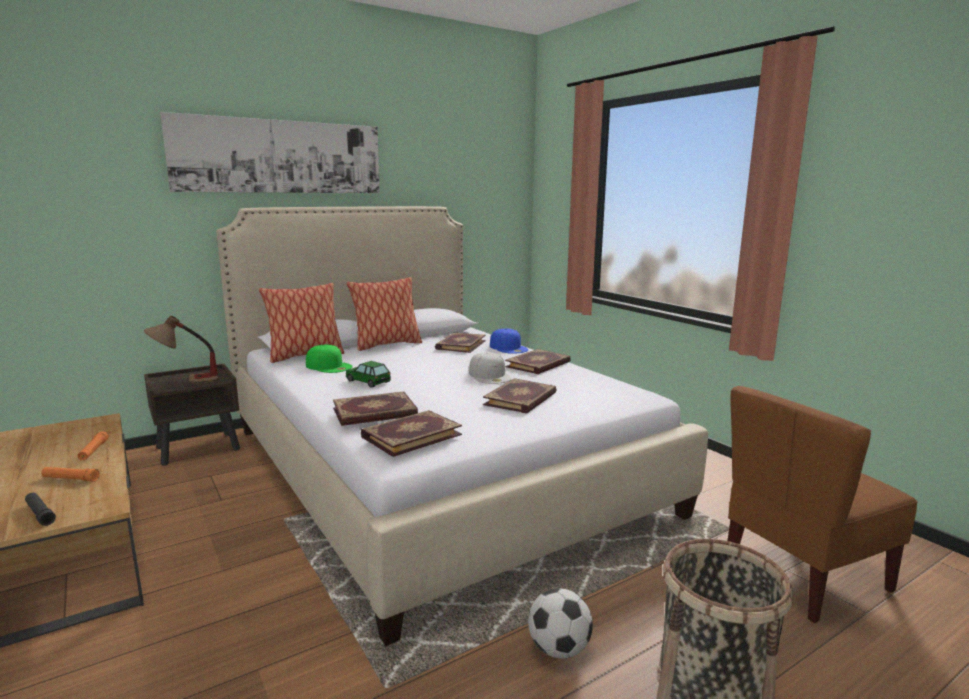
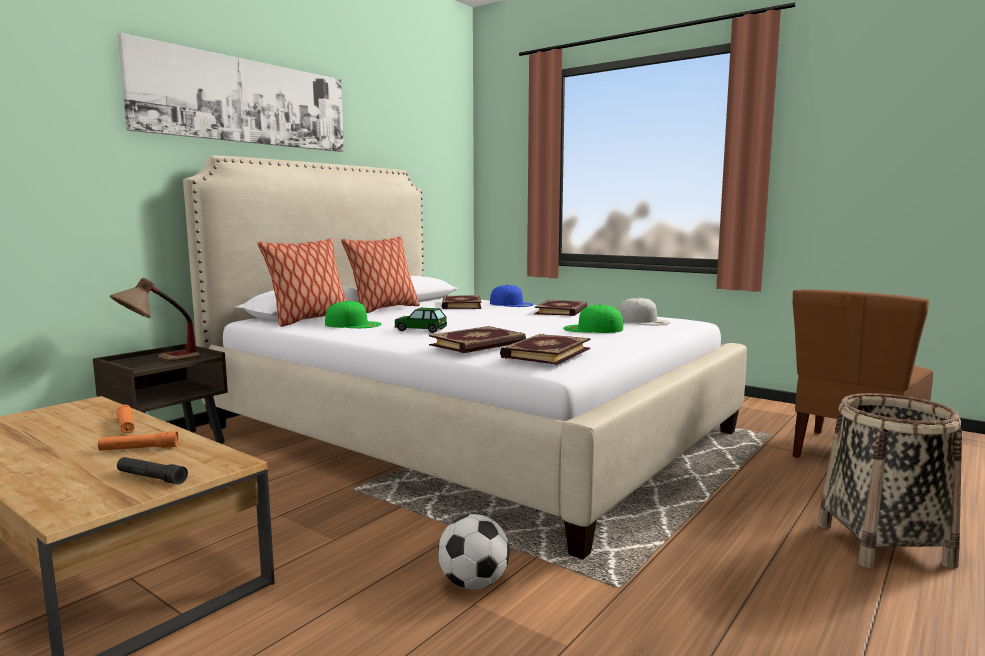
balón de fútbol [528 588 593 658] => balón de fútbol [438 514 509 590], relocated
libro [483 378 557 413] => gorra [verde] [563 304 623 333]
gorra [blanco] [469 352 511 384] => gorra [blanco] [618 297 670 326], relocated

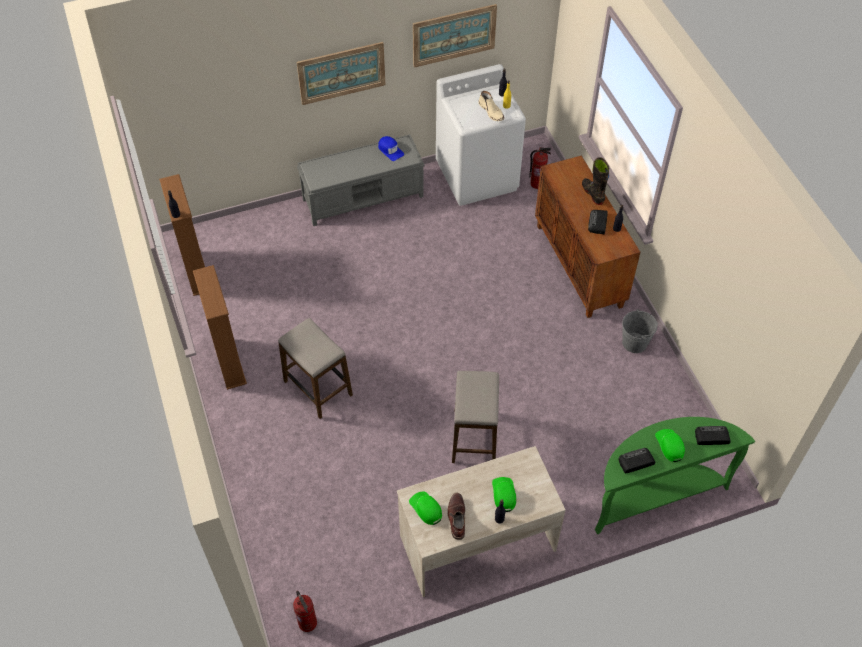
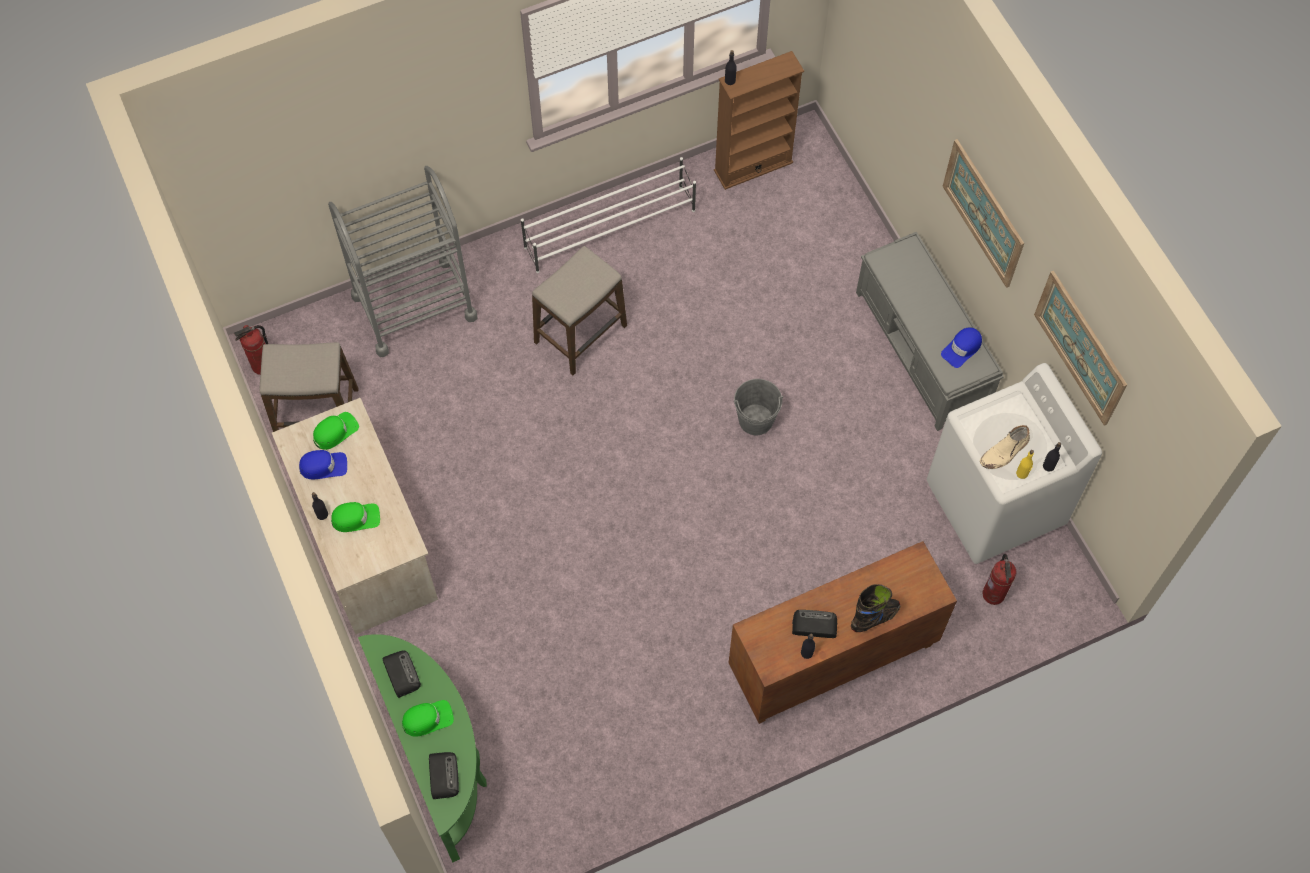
taburete [452 371 499 463] => taburete [259 342 358 432], relocated
bota [marrón] [447 493 465 540] => gorra [azul] [299 450 347 479]
nothing => carrito [gris] [328 166 478 357]
estantería [marrón] [193 265 247 390] => zapatero [blanco] [521 157 696 273]
cubo [gris] [622 309 658 353] => cubo [gris] [734 379 783 435], relocated

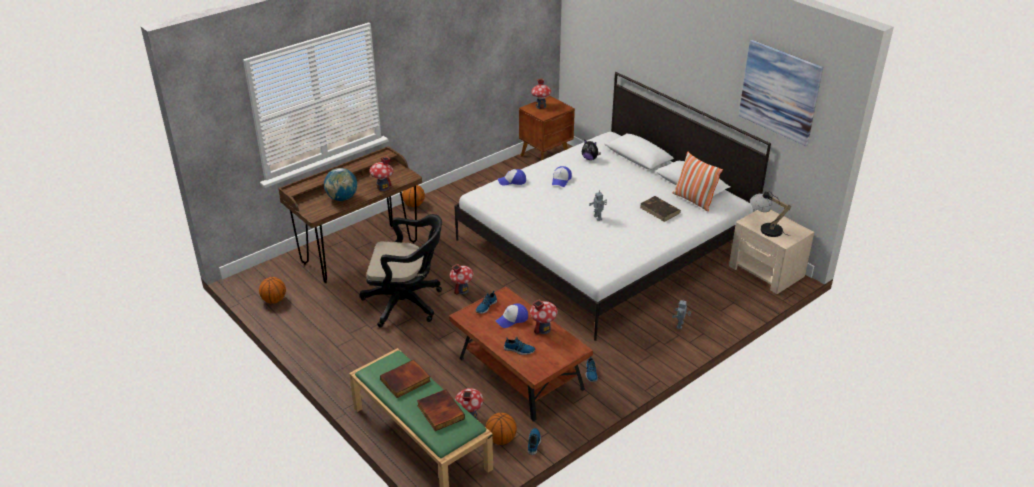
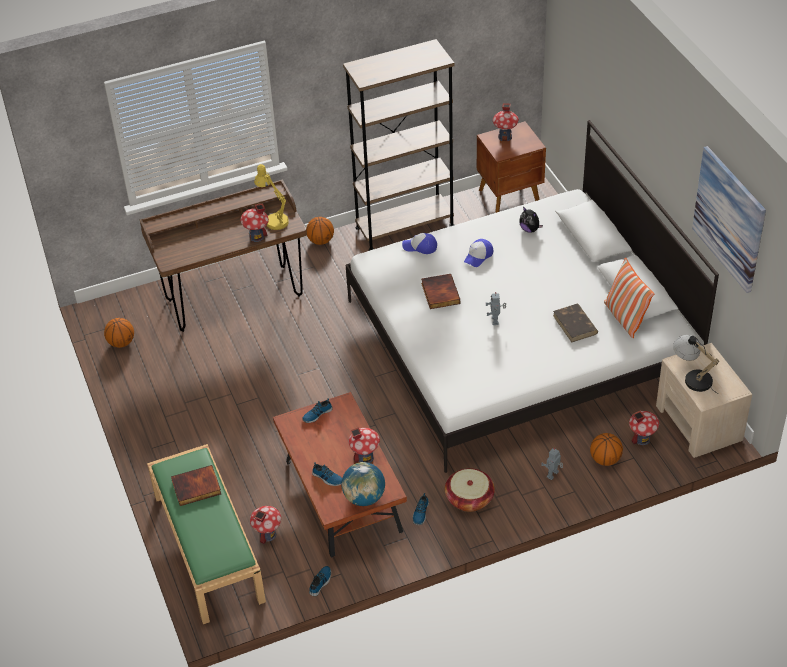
nothing => lámpara de mesa [amarillo] [254 164 289 230]
globo terráqueo [324 168 357 201] => globo terráqueo [341 462 385 506], relocated
nothing => estantería [marrón] [343 39 455 251]
libro [417 389 465 431] => libro [421 274 460 309], relocated
nothing => cesta [445 468 495 512]
balón de baloncesto [486 413 517 445] => balón de baloncesto [590 433 623 466], relocated
casita [450 264 474 295] => casita [629 410 659 445], relocated
silla de oficina [negro] [359 214 442 327] => nothing
gorra [496 303 528 328] => nothing

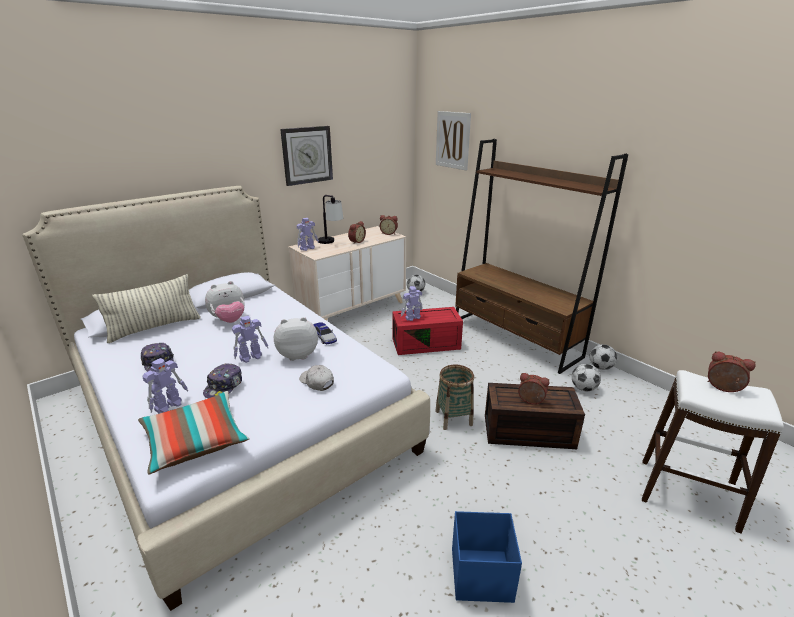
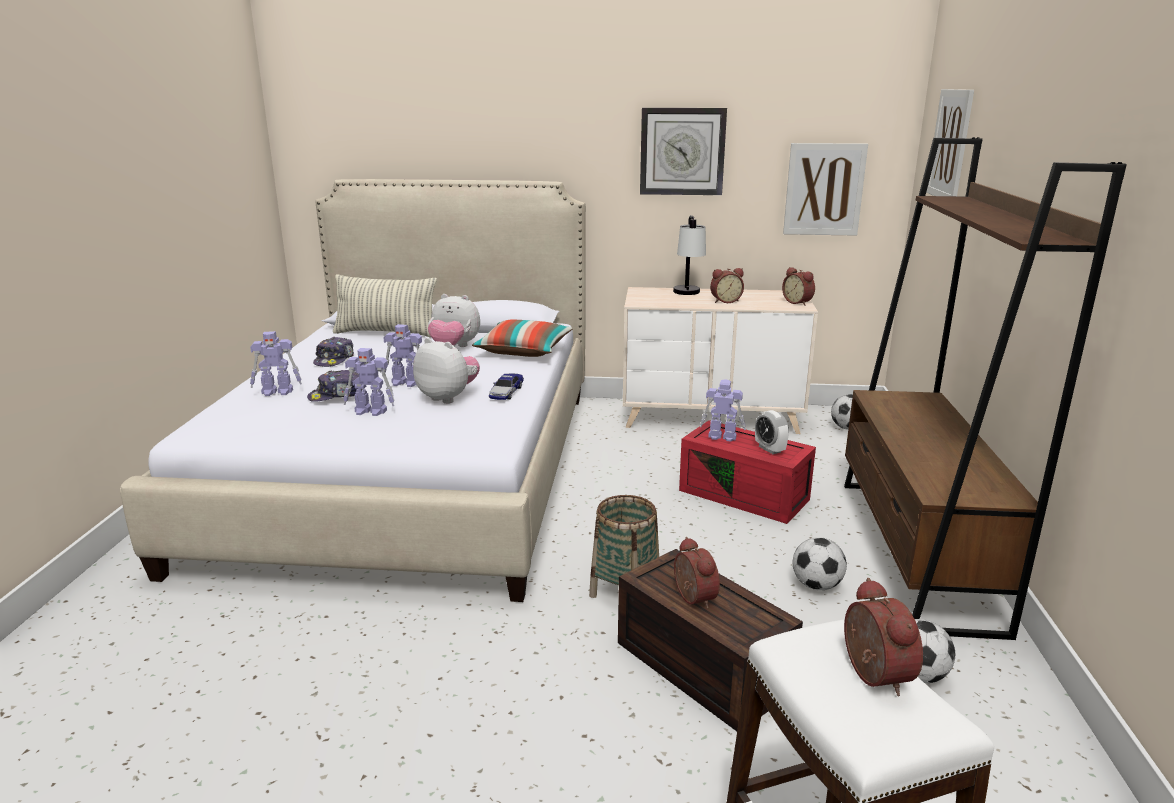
robot de juguete [297 218 319 251] => robot de juguete [343 348 395 416], relocated
cojín [138 391 249 475] => cojín [472 320 573 357], relocated
nothing => despertador [755 410 789 454]
nothing => cuadro [783 143 868 236]
balón de fútbol [589 344 617 370] => balón de fútbol [793 537 847 590], relocated
gorra [blanco] [299 365 334 391] => nothing
caja de almacenaje [azul] [452 511 522 603] => nothing

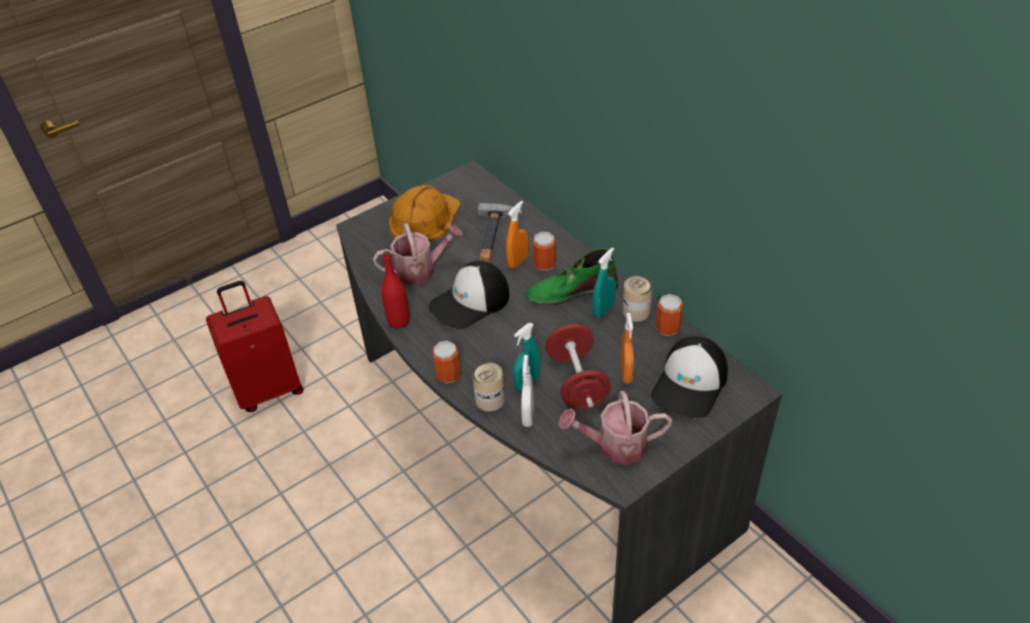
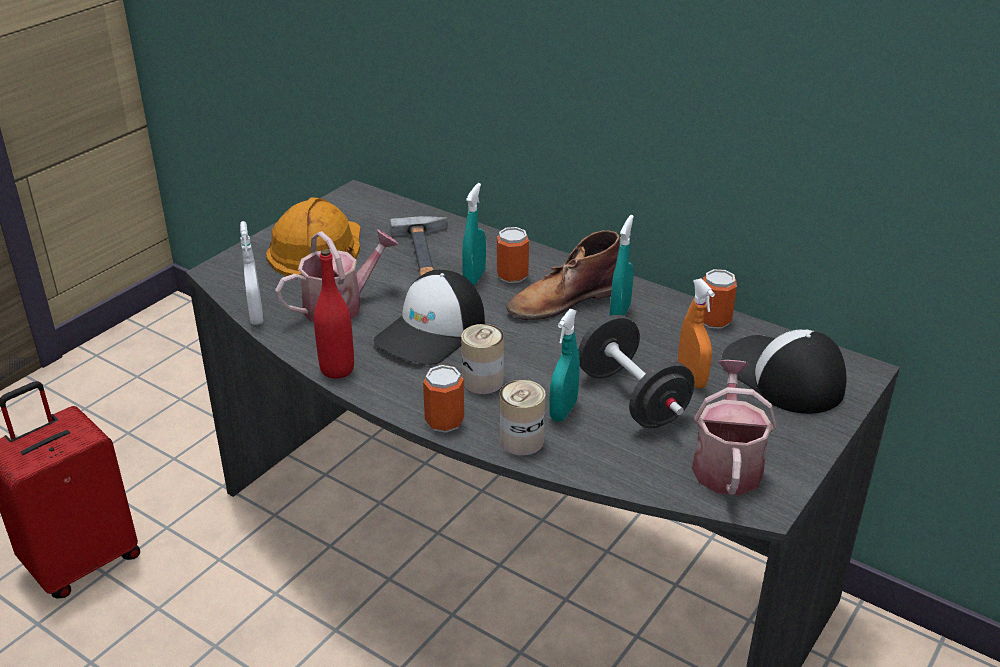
pulverizador [blanco] [521 355 534 427] => pulverizador [blanco] [240 221 263 325], relocated
lata [623 276 652 322] => lata [461 324 504 394], relocated
pulverizador [naranja] [506 201 528 269] => pulverizador [turquesa] [462 183 486 285]
bota [verde] [526 248 618 305] => bota [marrón] [507 230 620 320]
mancuerna [rojo] [546 324 611 409] => mancuerna [negro] [578 315 695 428]
regadera [558 391 672 465] => regadera [692 360 776 495], 120 degrees clockwise
gorra [651 337 728 418] => gorra [721 329 847 414], 135 degrees clockwise

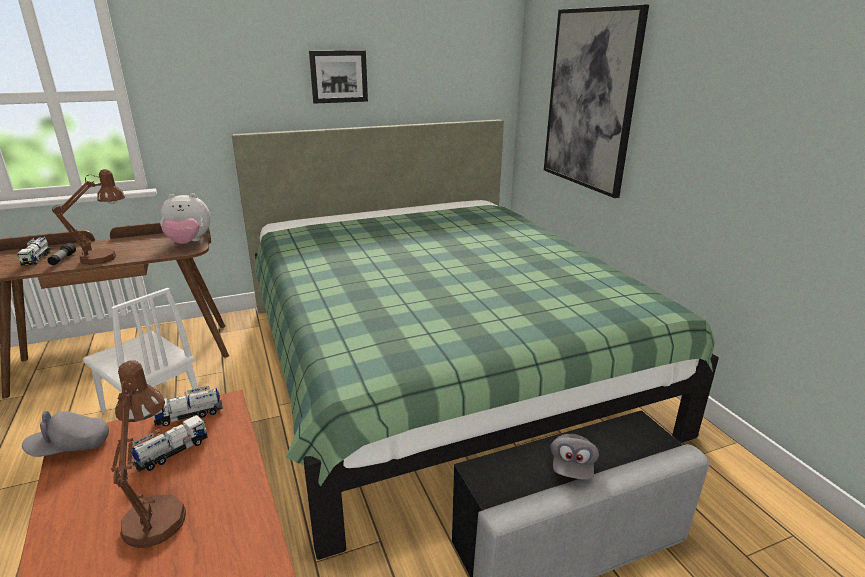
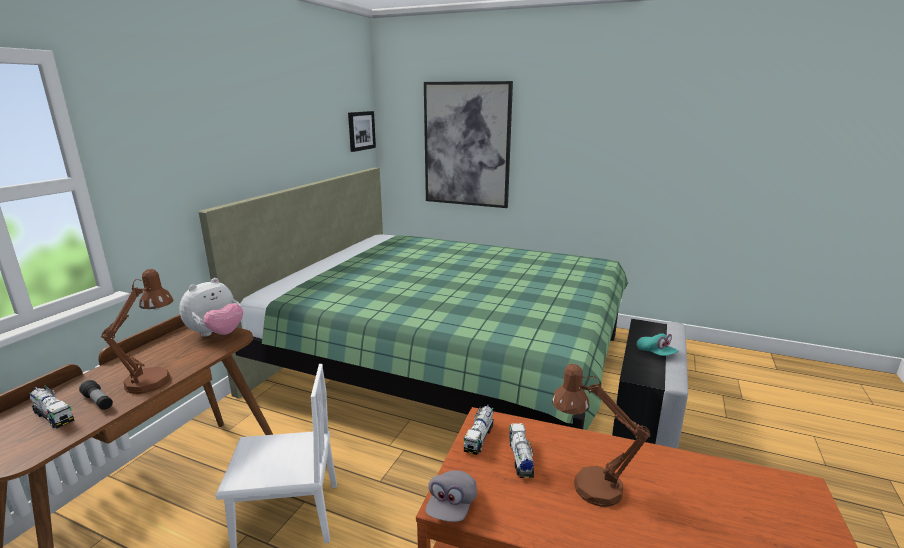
cuadro [309 50 368 104] => cuadro [348 111 376 152], relocated
gorra [gris] [550 434 599 479] => gorra [turquesa] [637 333 678 356]

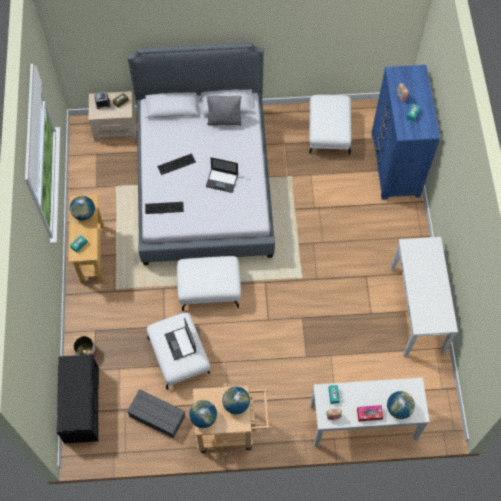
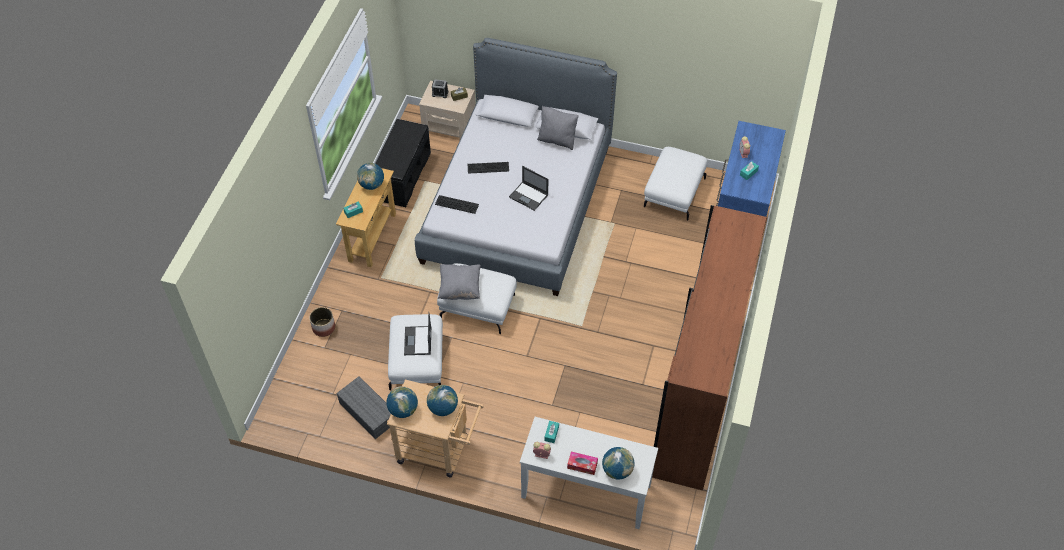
banco [negro] [57 354 99 444] => banco [negro] [375 119 431 207], relocated
nothing => cojín [gris] [438 264 481 300]
mesa consola [blanco] [391 237 458 357] => armario ropero [marrón] [652 205 767 490]

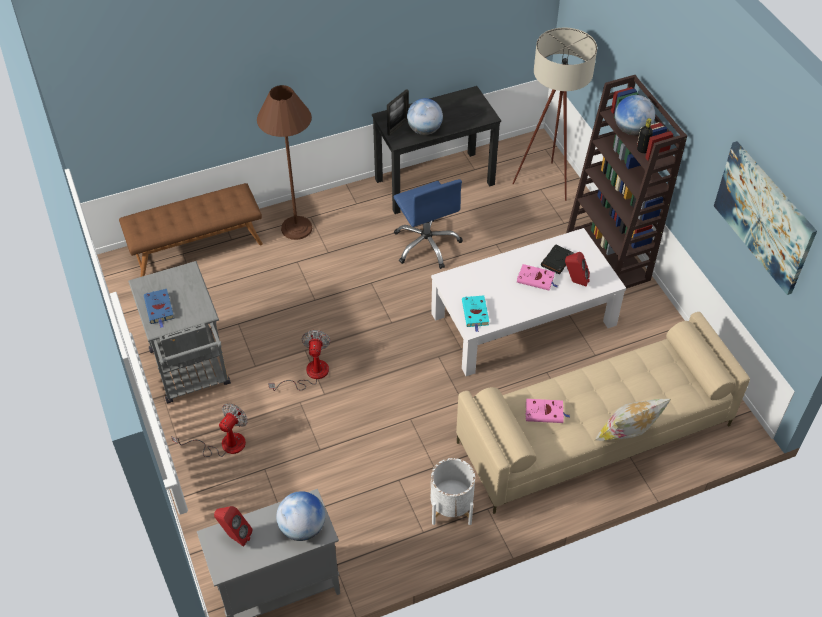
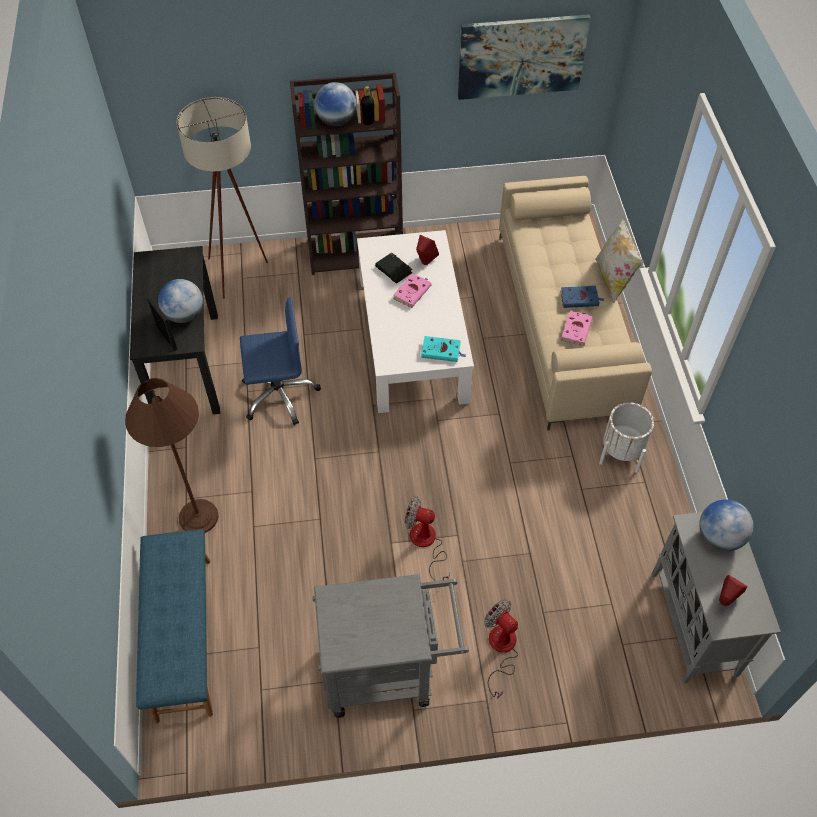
banco [marrón] [119 183 263 277] => banco [azul] [136 529 213 723]
libro [azul] [144 289 174 328] => libro [azul] [561 286 604 308], relocated

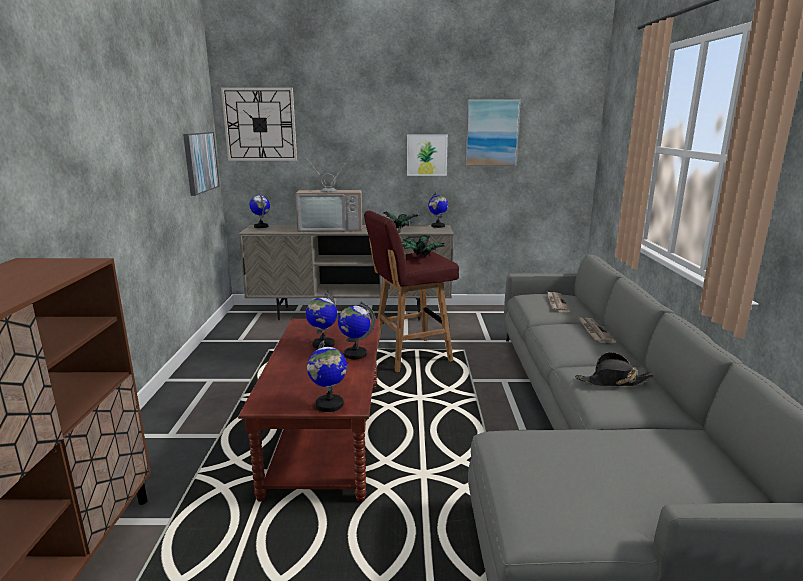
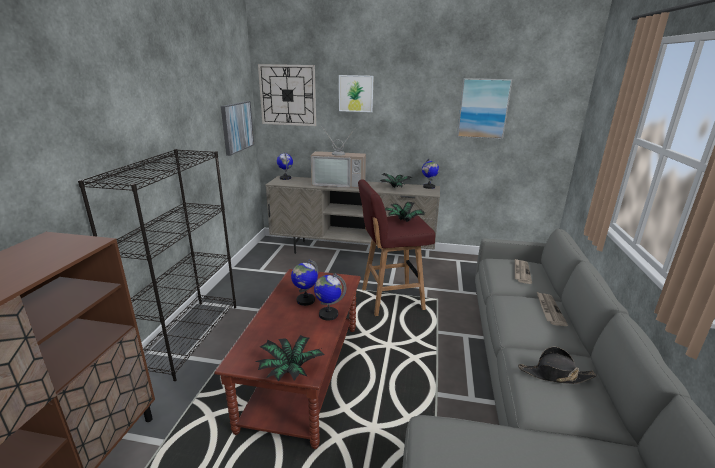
nothing => estantería [negro] [78 149 236 381]
globo terráqueo [307 340 347 412] => planta en maceta [255 335 325 382]
cuadro [407 134 448 176] => cuadro [339 75 374 112], relocated

